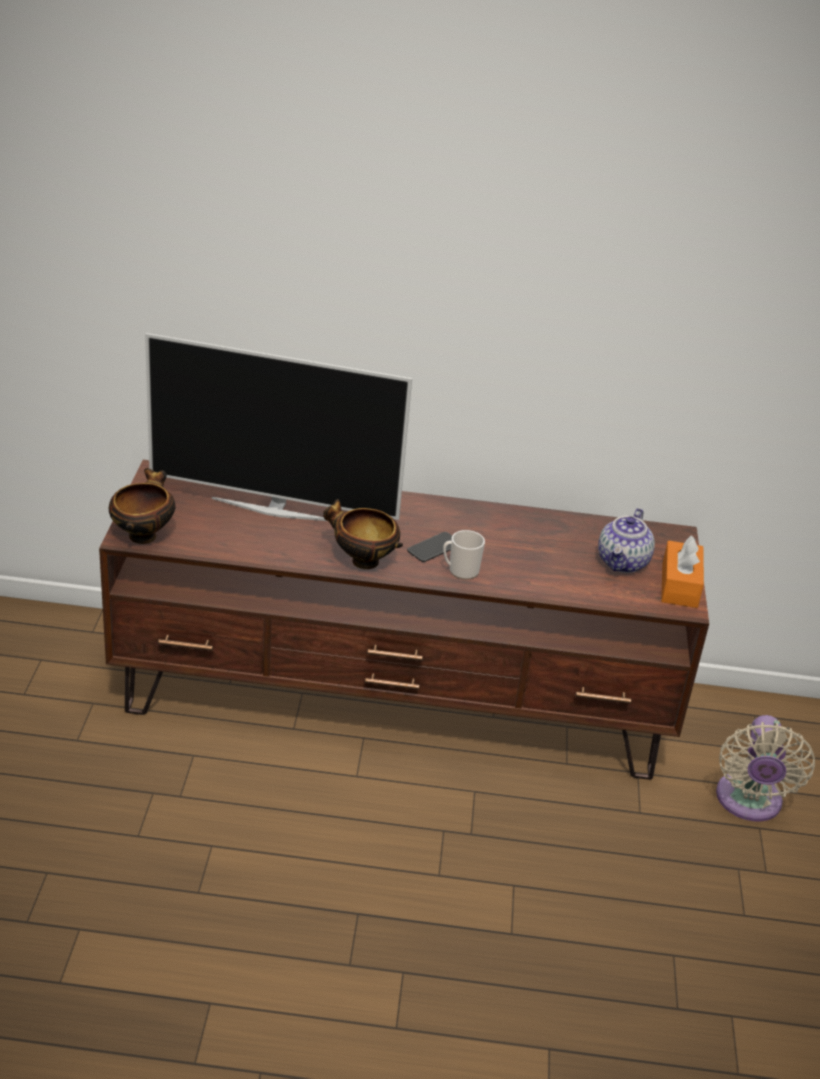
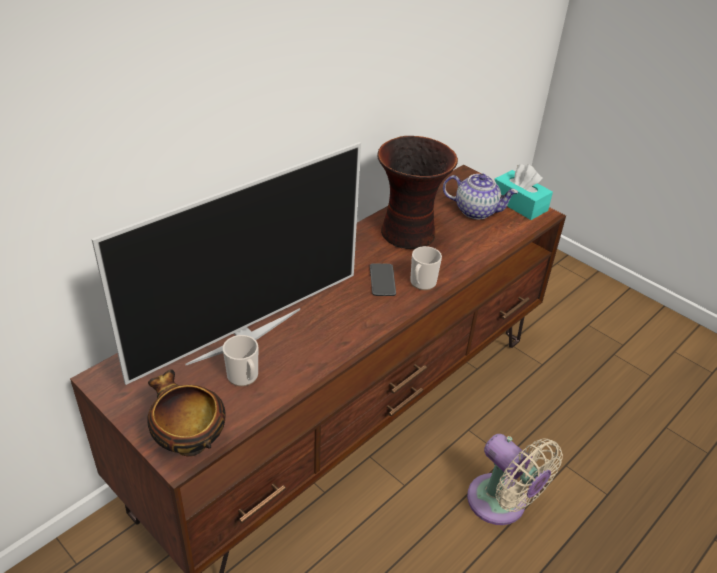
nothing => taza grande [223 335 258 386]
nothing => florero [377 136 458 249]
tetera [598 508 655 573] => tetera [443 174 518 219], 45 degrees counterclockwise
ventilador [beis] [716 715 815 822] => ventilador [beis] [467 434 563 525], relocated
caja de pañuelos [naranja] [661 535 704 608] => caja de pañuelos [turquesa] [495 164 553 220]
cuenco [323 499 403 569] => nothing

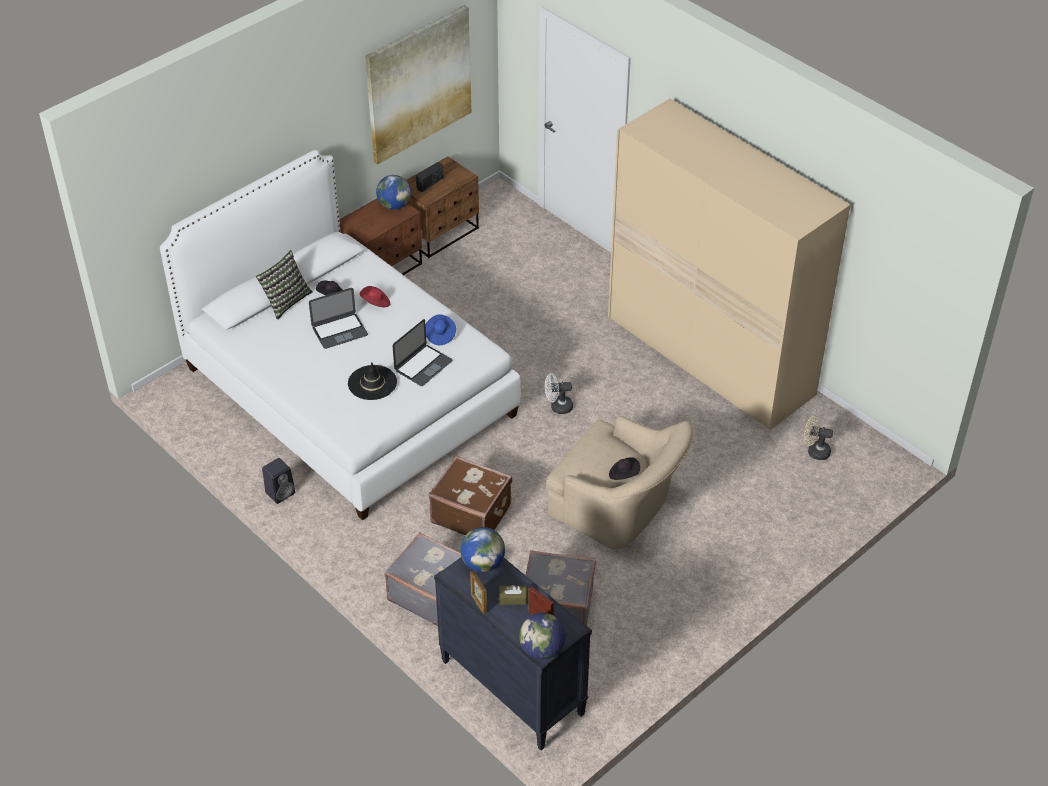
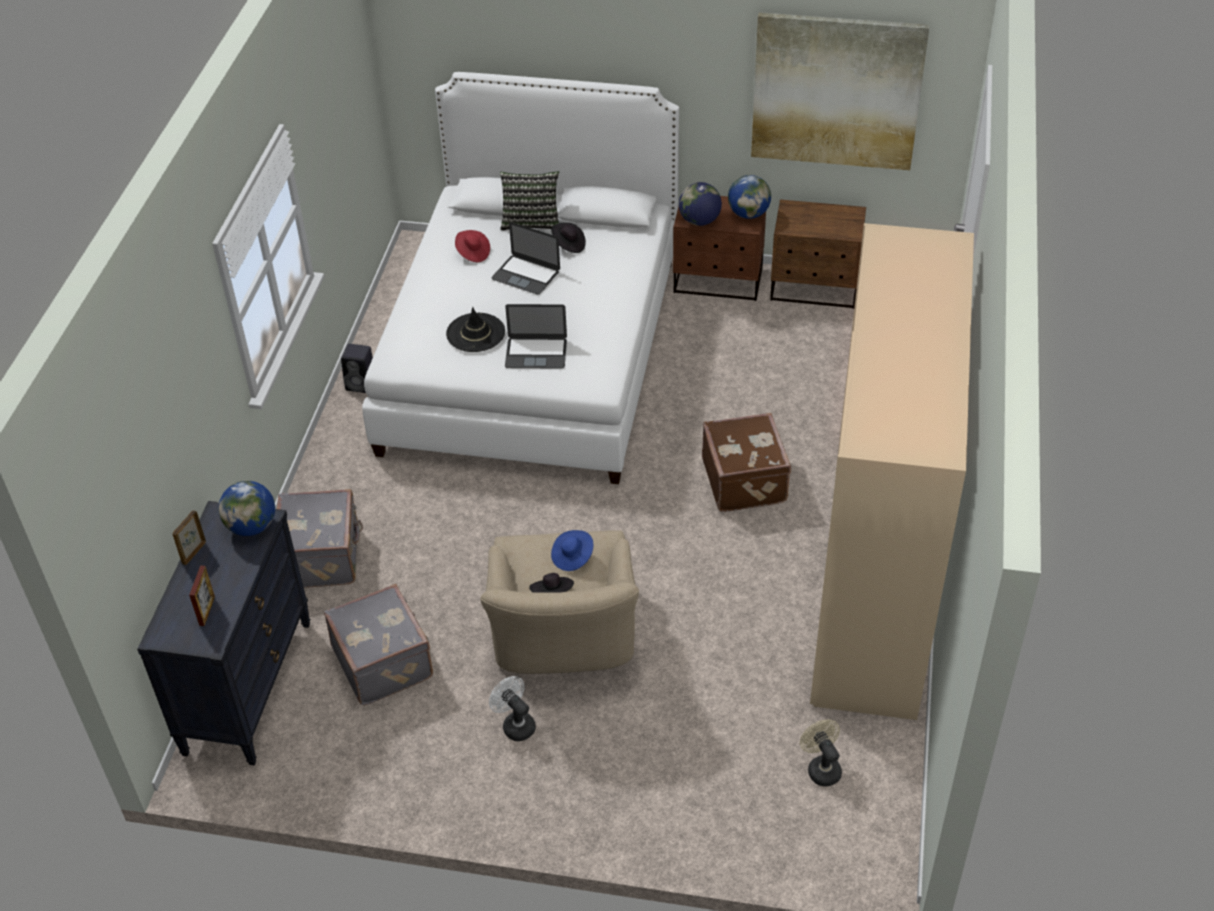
sombrero [rojo] [360 286 390 308] => sombrero [rojo] [455 230 490 262], relocated
ventilador [blanco] [545 373 573 414] => ventilador [blanco] [489 676 536 741], relocated
sombrero [azul] [425 314 456 345] => sombrero [azul] [551 530 593 571], relocated
globo terráqueo [519 613 566 660] => globo terráqueo [679 182 722 226], relocated
maleta [marrón] [428 456 512 535] => maleta [marrón] [702 413 791 512], relocated
radio [416 162 444 192] => nothing
caja de pañuelos [marrón] [499 585 527 605] => nothing

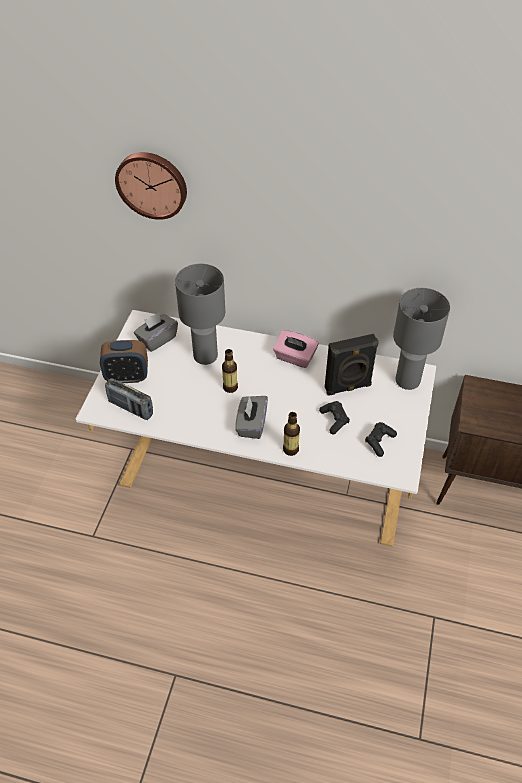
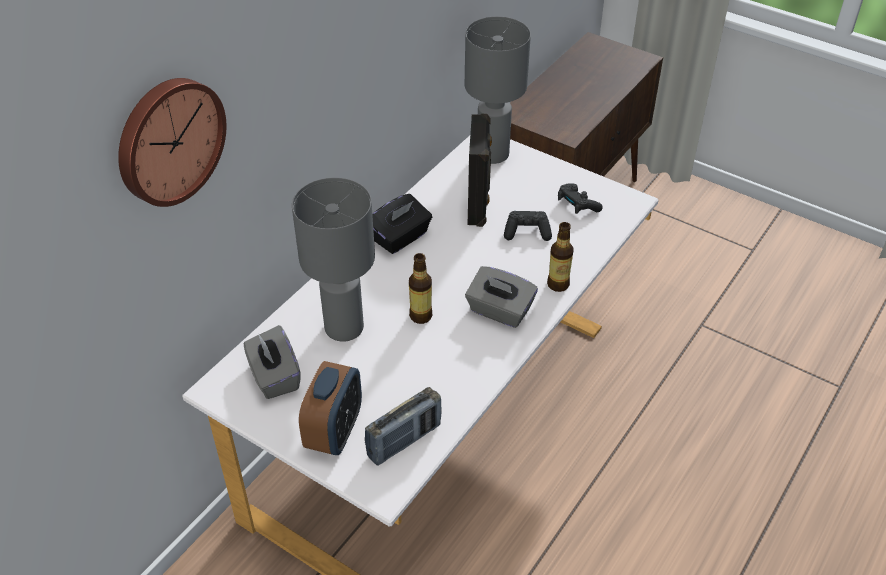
caja de pañuelos [rosa] [273 330 319 368] => caja de pañuelos [negro] [372 194 432 254]

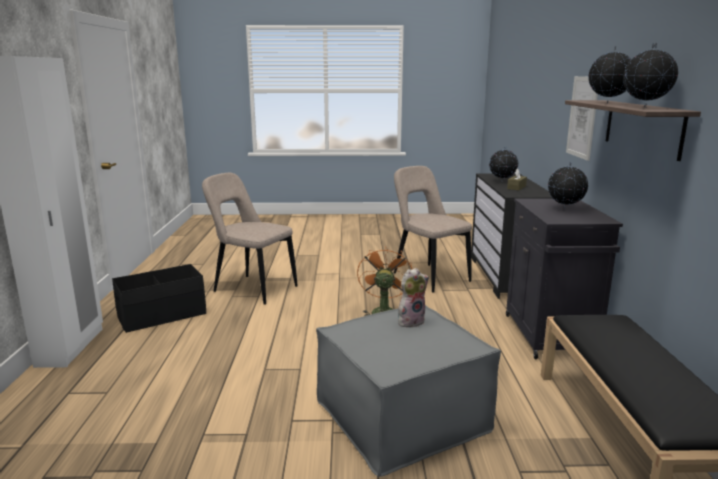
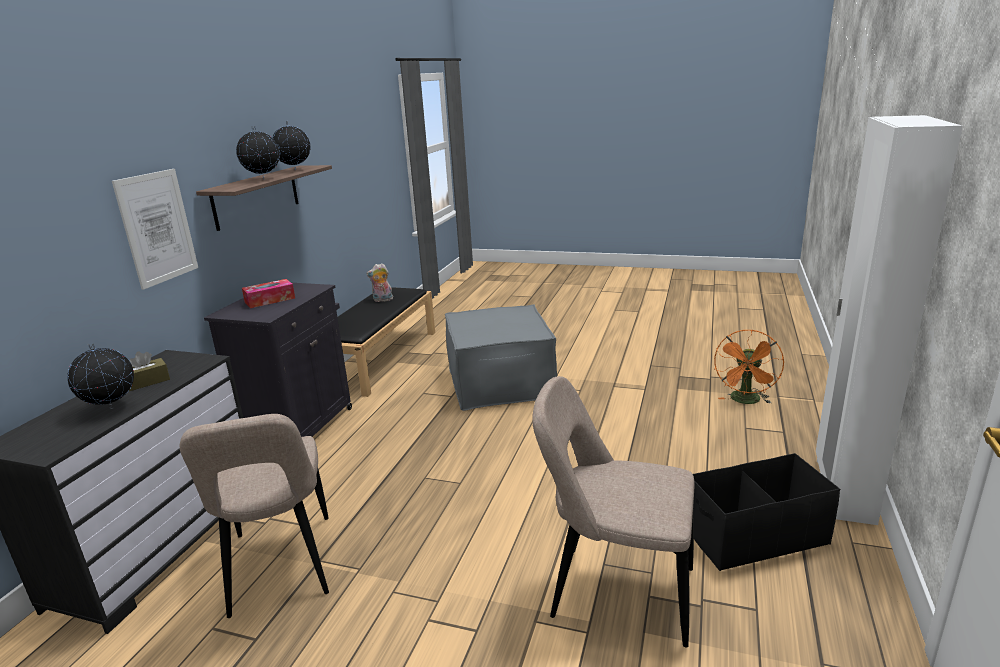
globo terráqueo [548 162 588 209] => caja de pañuelos [242 279 295 308]
peluche [398 268 429 327] => peluche [366 263 393 302], relocated
silla [beis] [202 173 298 305] => silla [beis] [532 376 695 647], 150 degrees clockwise
ventilador [naranja] [357 246 412 316] => ventilador [naranja] [714 329 784 404], relocated

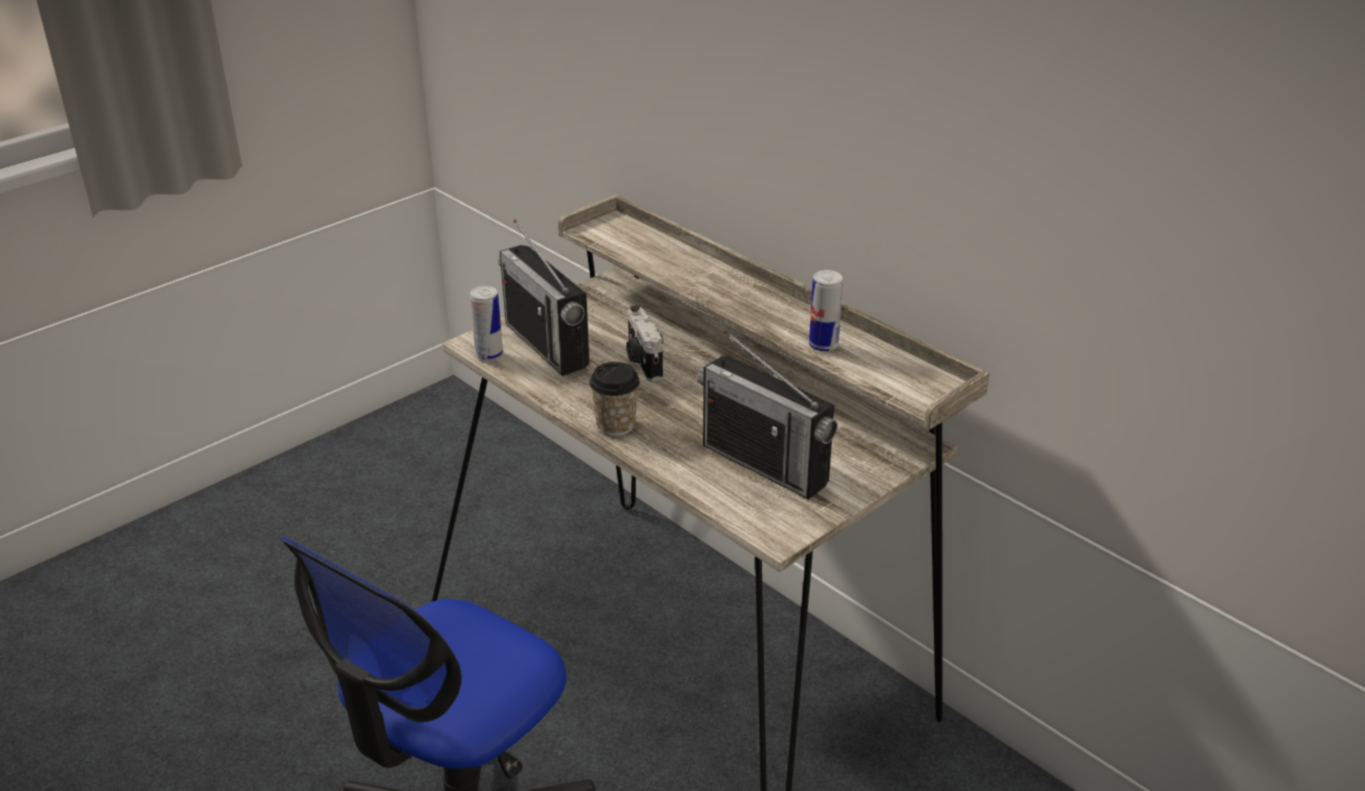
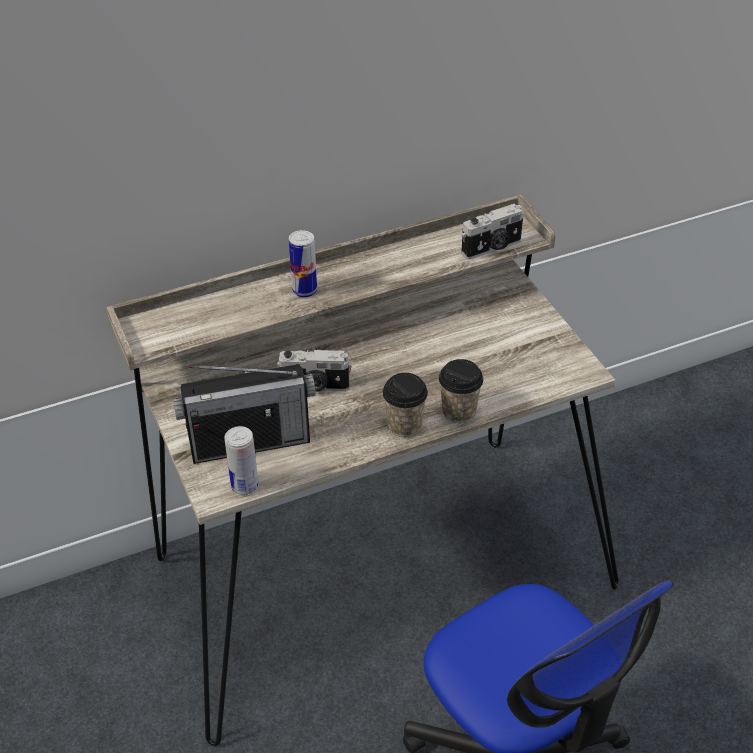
lata [809 270 843 352] => lata [289 230 317 297], relocated
nothing => taza [439 359 483 423]
nothing => cámara [461 204 524 259]
radio [697 330 838 499] => nothing

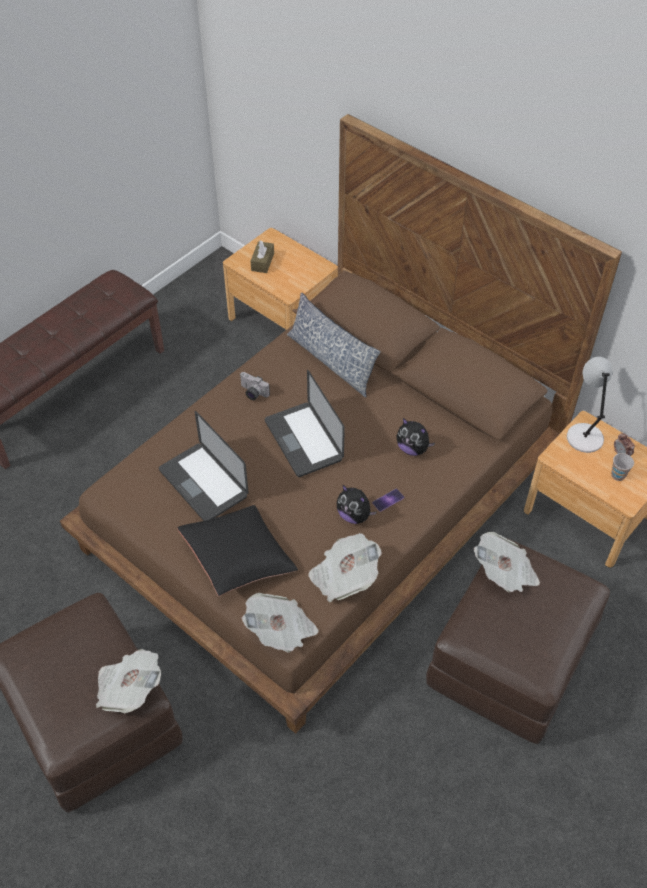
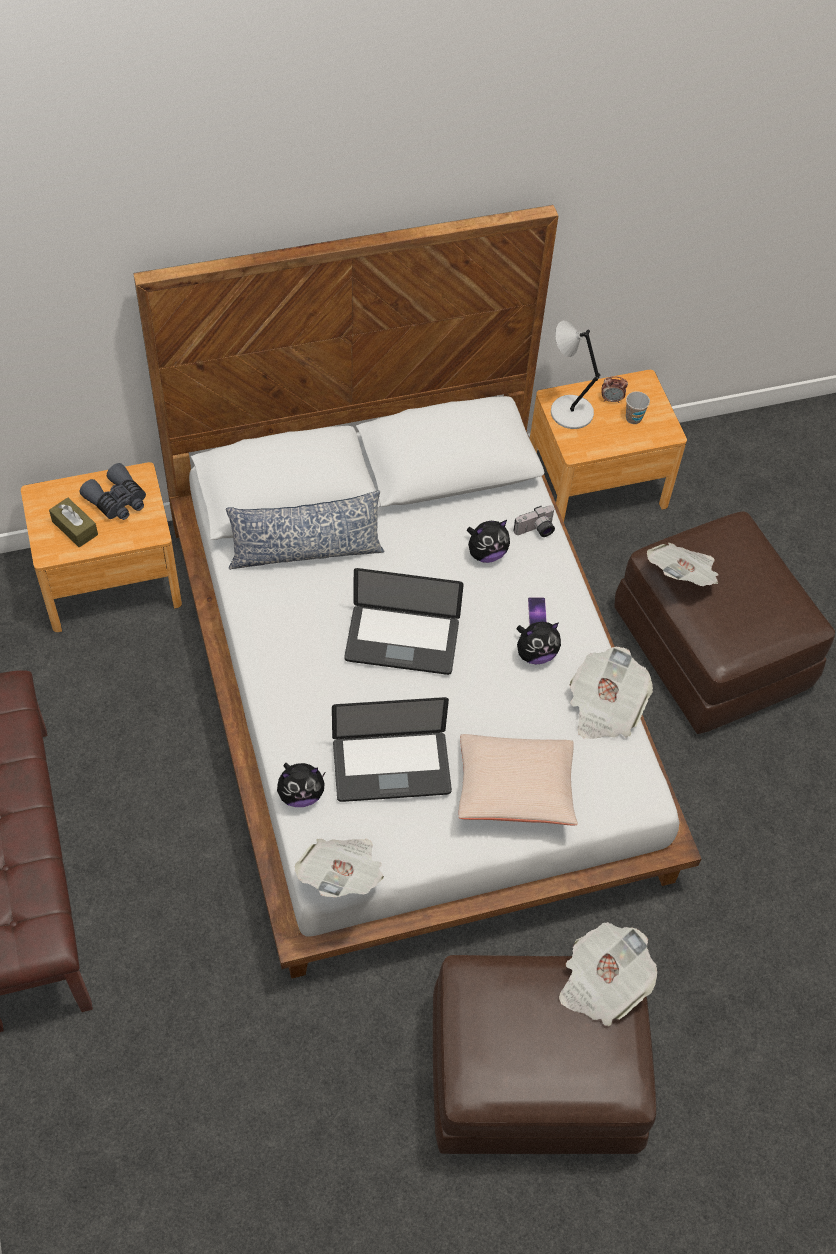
nothing => prismáticos [gris] [80 463 146 520]
cama [marrón] [60 114 622 734] => cama [blanco] [133 205 701 978]
nothing => peluche [277 763 326 807]
periódico [242 593 319 652] => periódico [295 839 384 897], relocated
cojín [negro] [177 505 298 596] => cojín [beis] [459 734 578 826]
cámara [240 372 270 400] => cámara [514 505 555 537], relocated

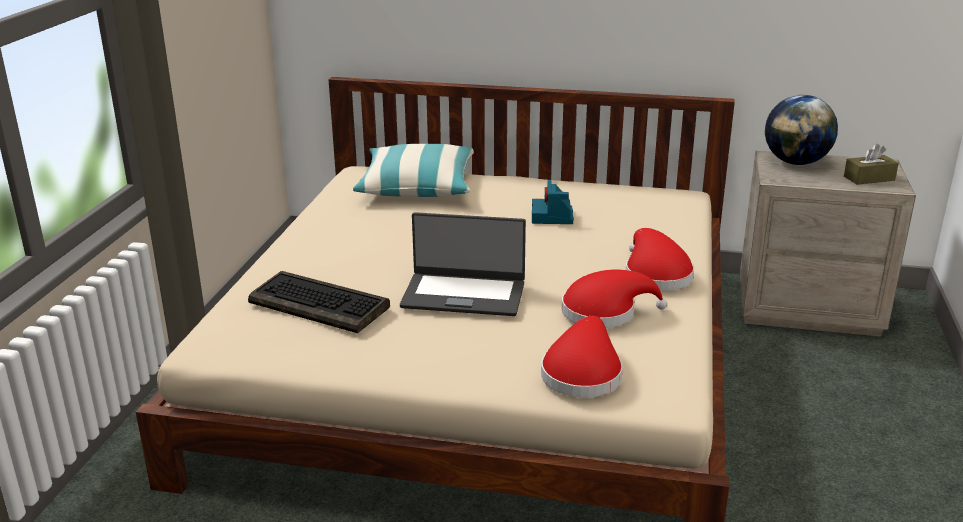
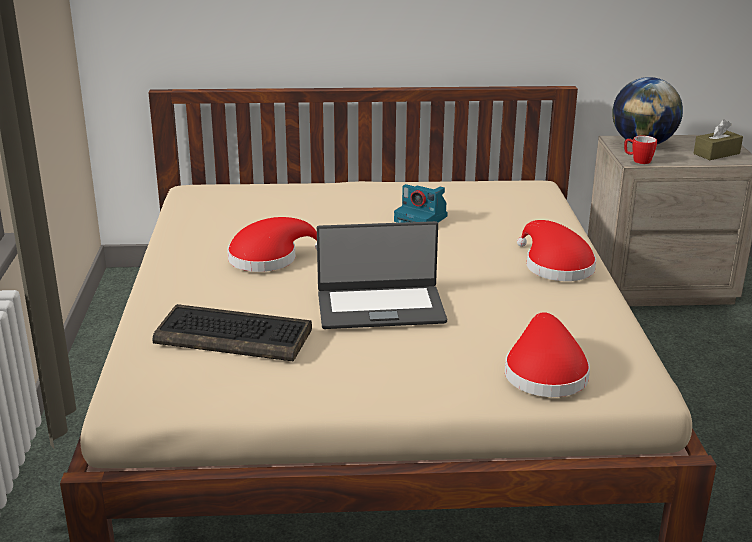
sombrero [rojo] [561 270 667 328] => sombrero [rojo] [227 217 317 272], relocated
cámara [532 180 574 224] => cámara [394 184 448 223], 45 degrees counterclockwise
nothing => taza grande [624 136 657 164]
cojín [353 144 474 197] => nothing

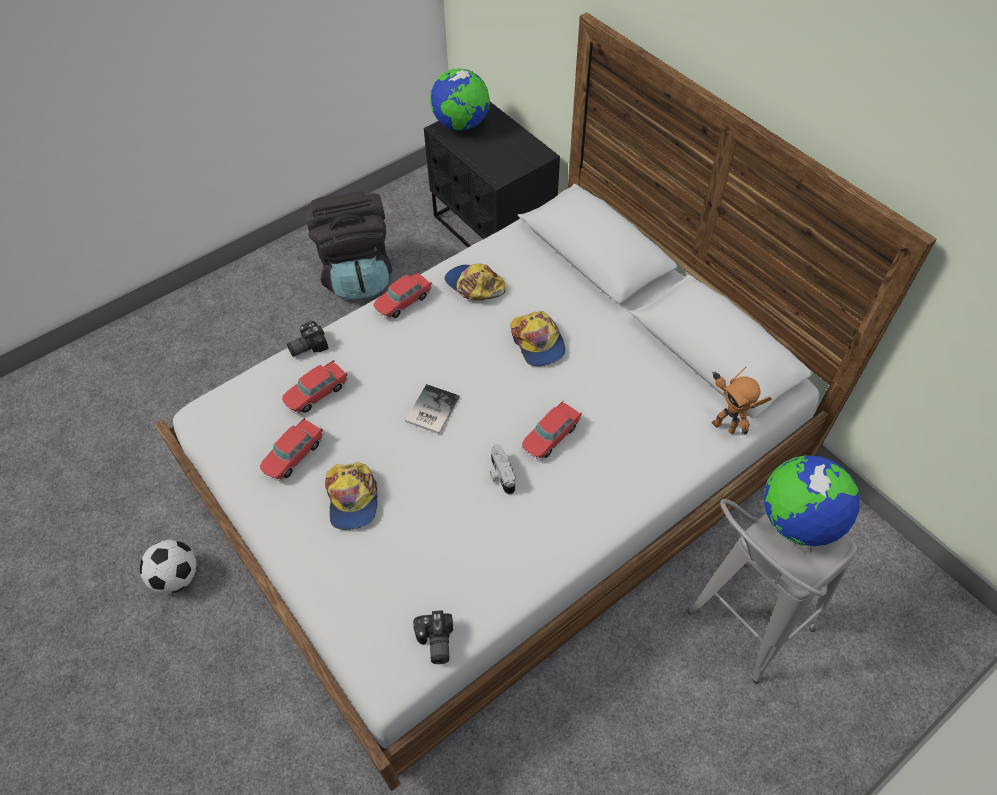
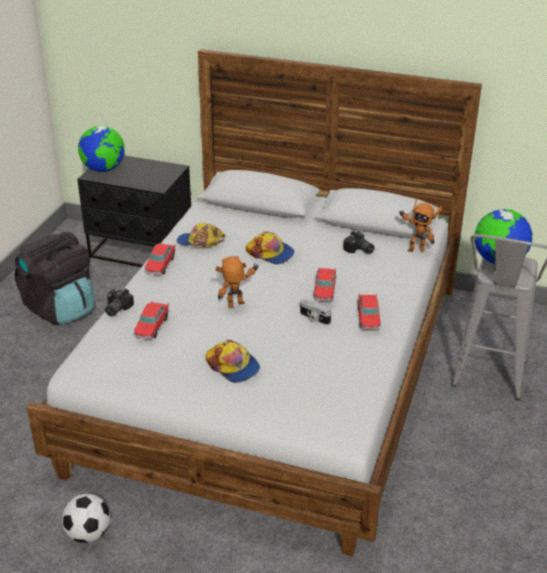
libro [405 384 460 434] => robot de juguete [215 256 259 308]
cámara [413 610 453 664] => cámara [343 230 375 254], relocated
coche de juguete [260 418 323 481] => coche de juguete [358 294 381 330], relocated

